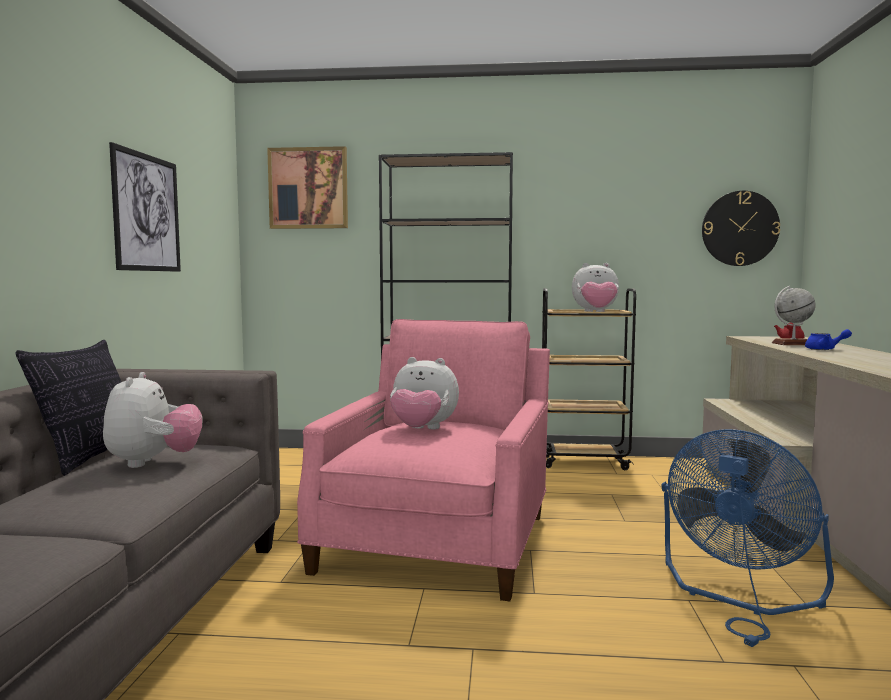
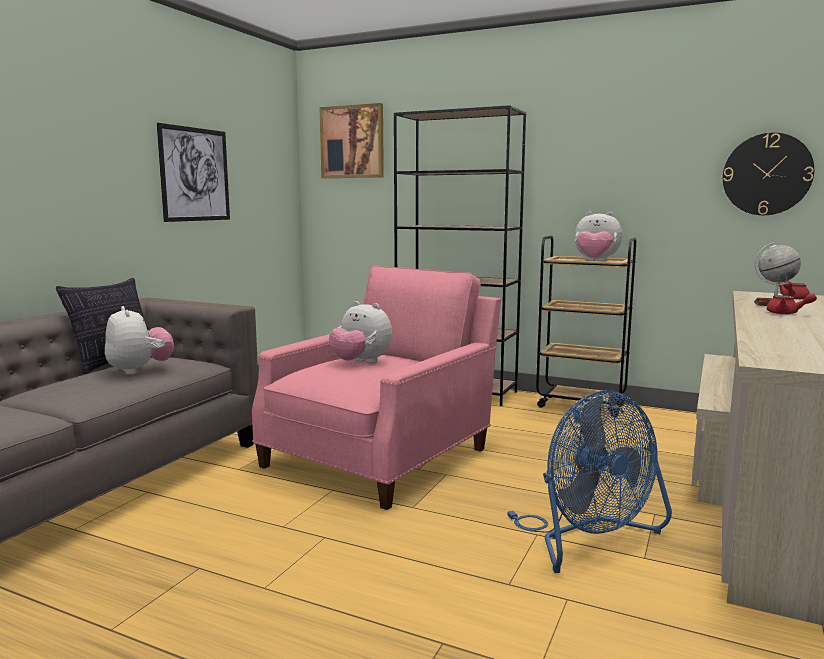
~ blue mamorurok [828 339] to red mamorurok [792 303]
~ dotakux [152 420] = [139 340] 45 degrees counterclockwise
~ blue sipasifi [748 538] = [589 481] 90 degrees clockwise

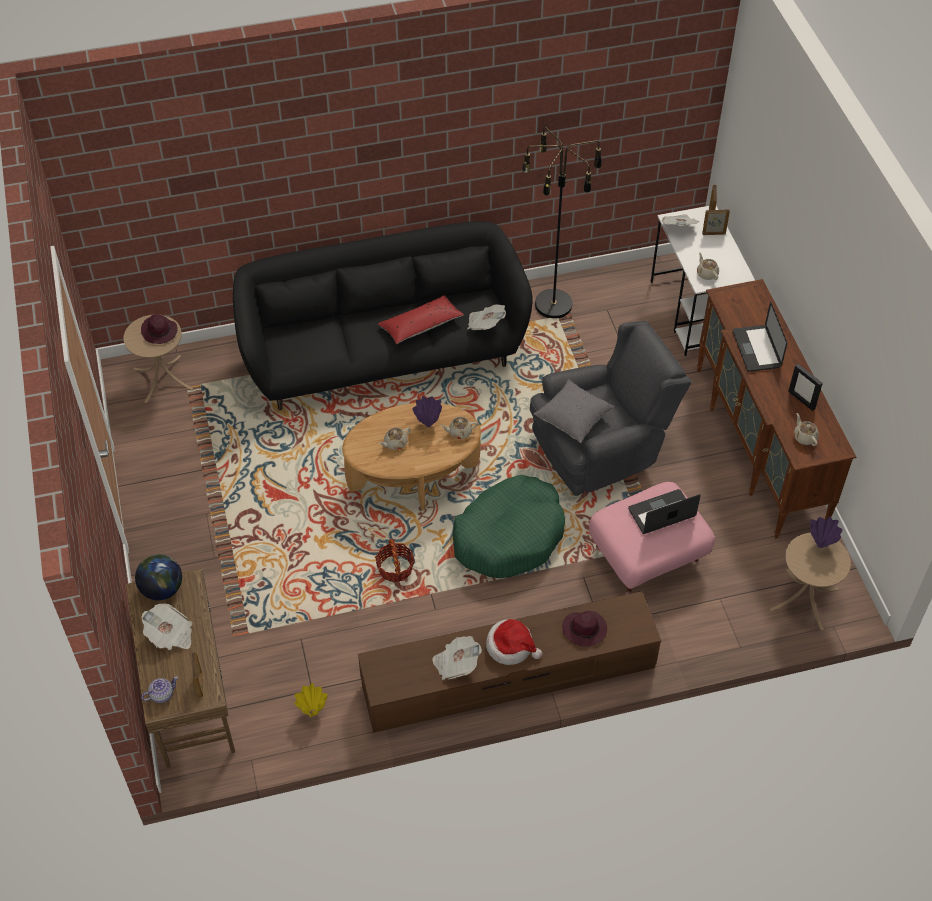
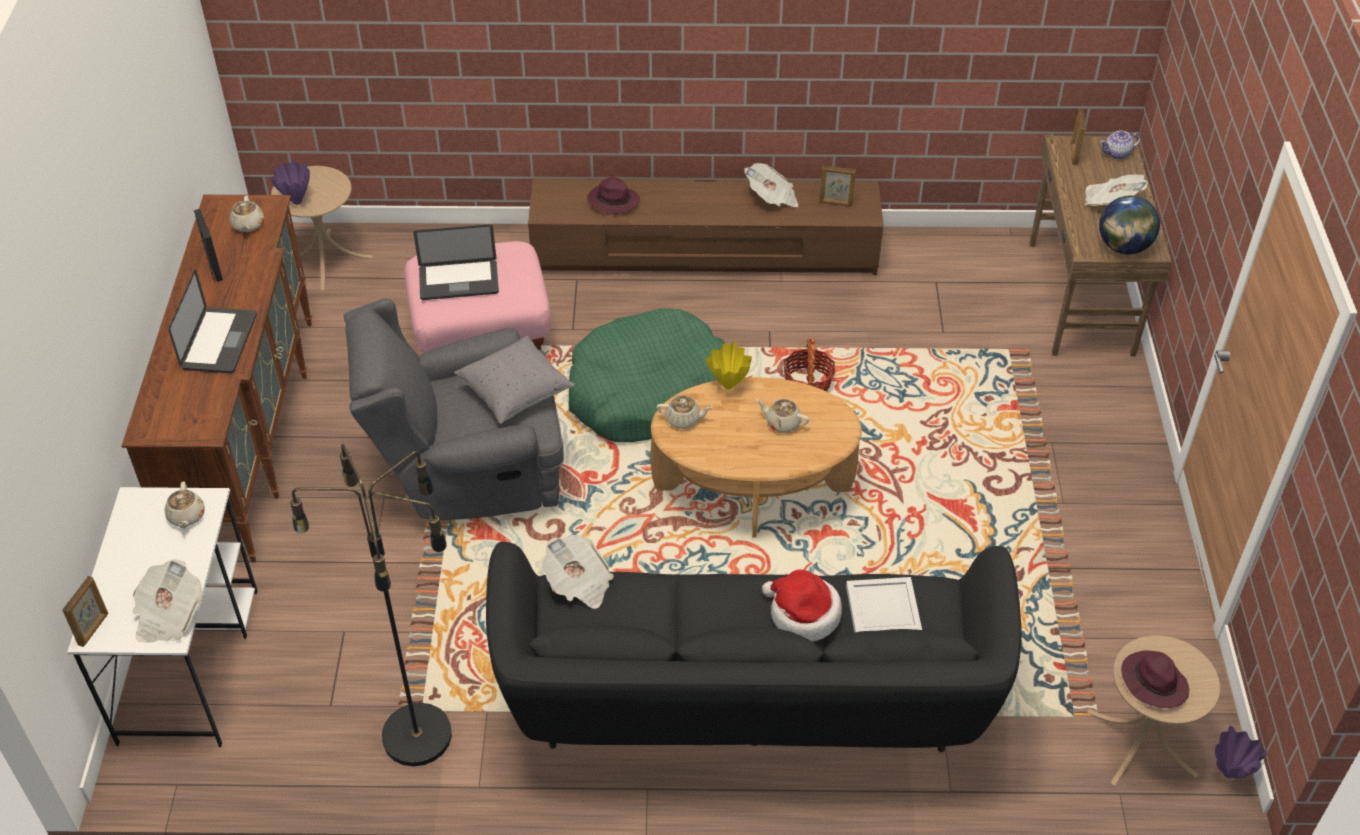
~ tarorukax [716 222] to [838 185]
- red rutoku [421 319]
~ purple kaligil [427 411] to [1241 752]
~ beige mamorurok [395 438] = [782 416] 135 degrees counterclockwise
~ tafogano [514 642] to [802 605]
~ yellow kaligil [311 700] to [729 365]
+ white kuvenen [884 605]

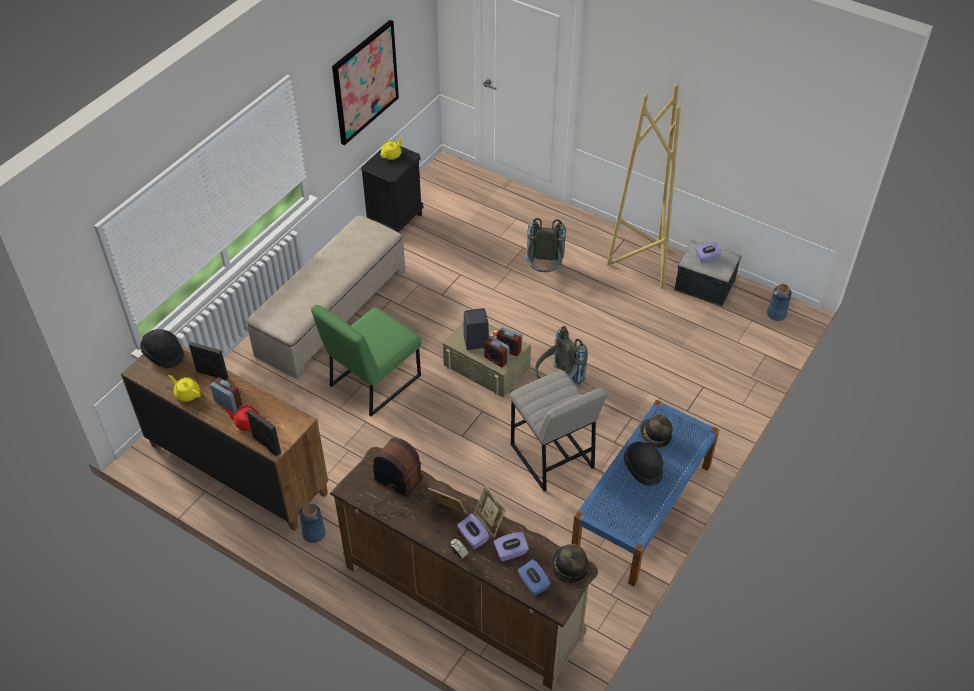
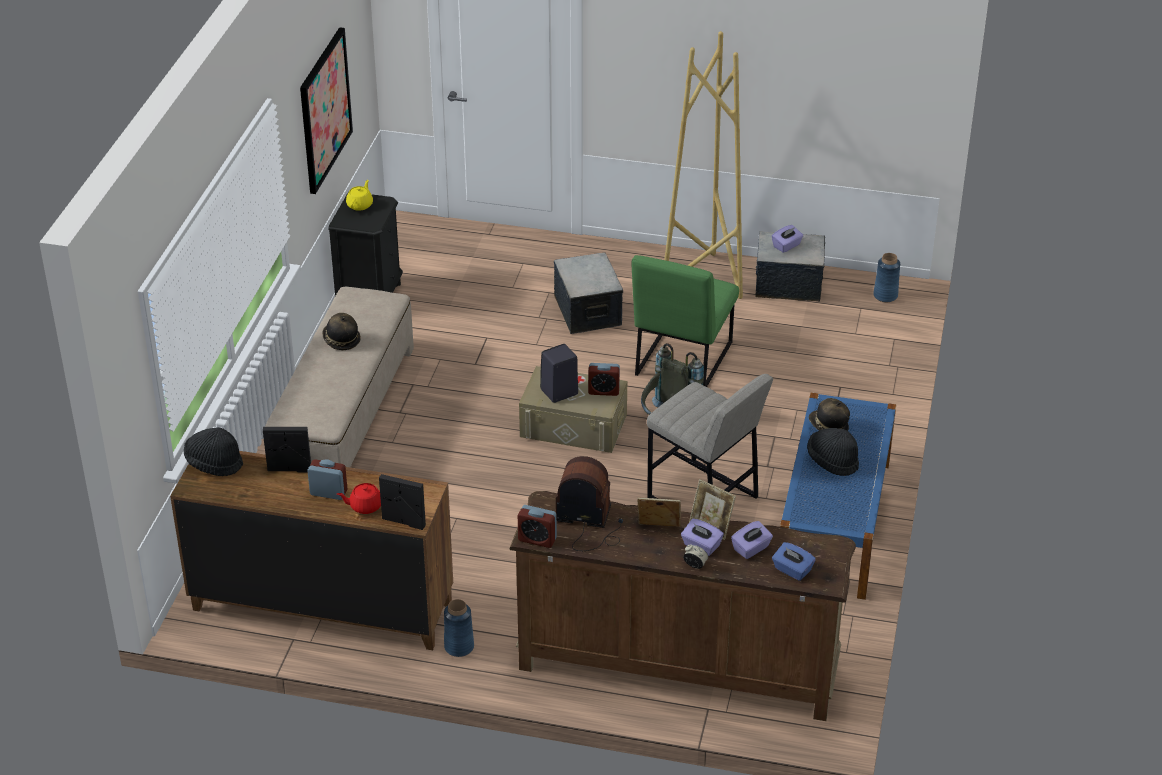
~ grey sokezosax [545 245] to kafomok [588 293]
~ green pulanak [366 360] to [685 321]
~ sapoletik [496 352] to [537 526]
- yellow mamorurok [185 388]
~ tafogano [570 563] to [341 331]

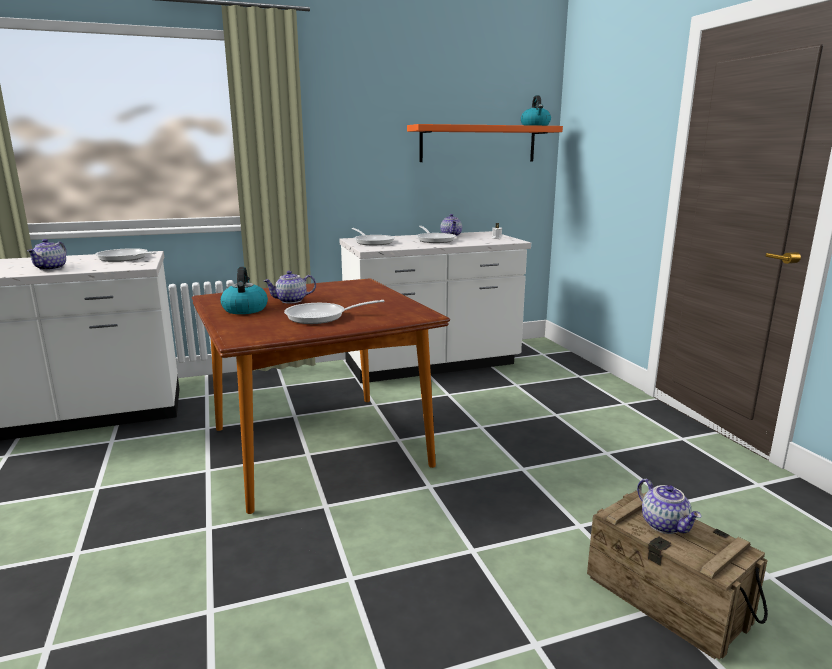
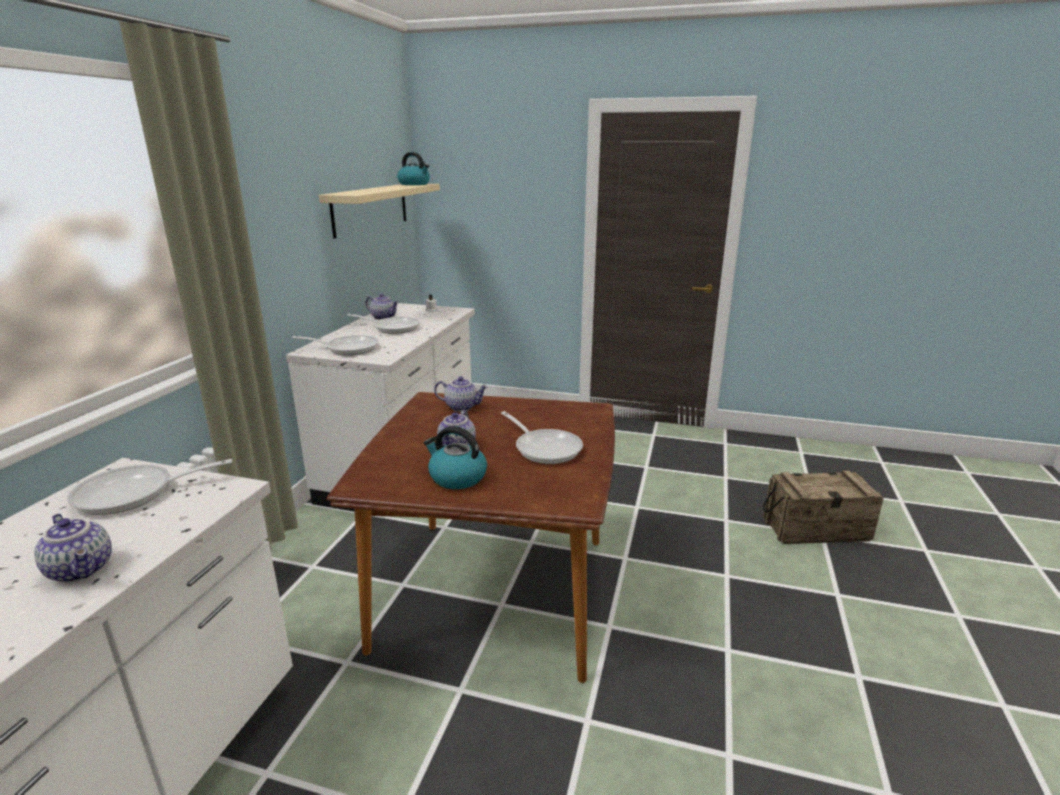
~ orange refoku [485 143] to beige refoku [379 211]
~ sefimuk [334 312] = [542 437] 60 degrees counterclockwise
~ mamorurok [669 506] to [461 394]

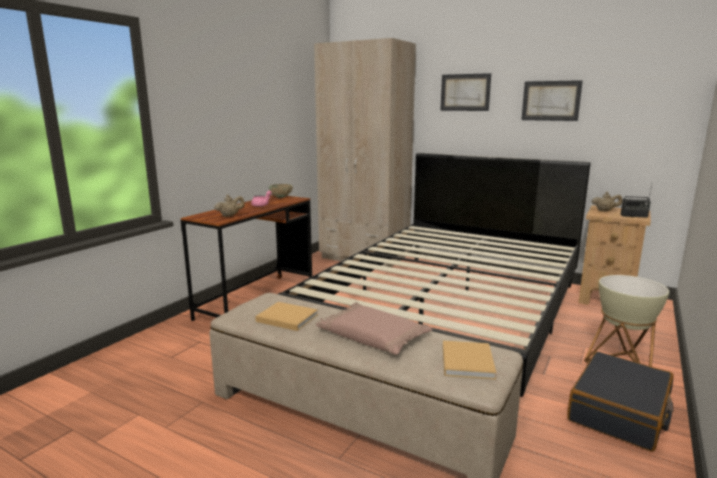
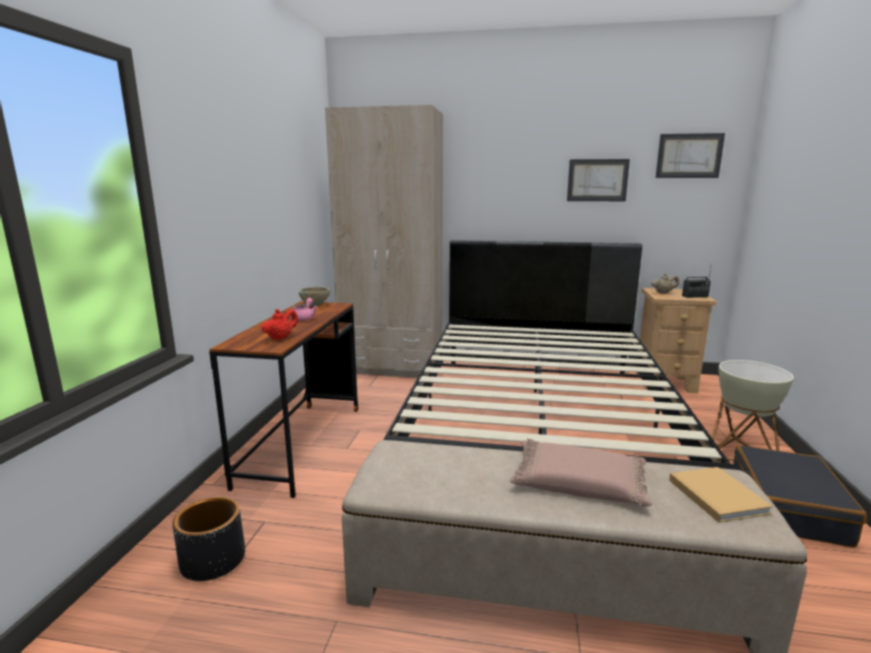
~ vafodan [465 92] to [690 155]
~ beige mamorurok [229 205] to red mamorurok [279 325]
- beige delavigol [286 316]
+ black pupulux [208 539]

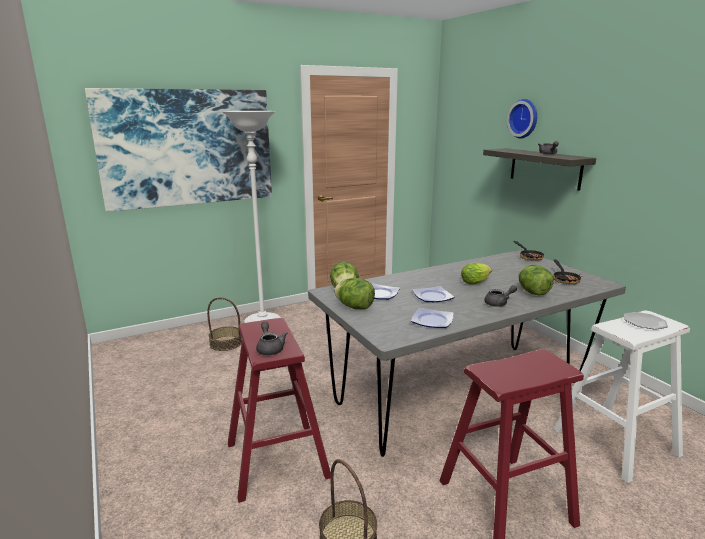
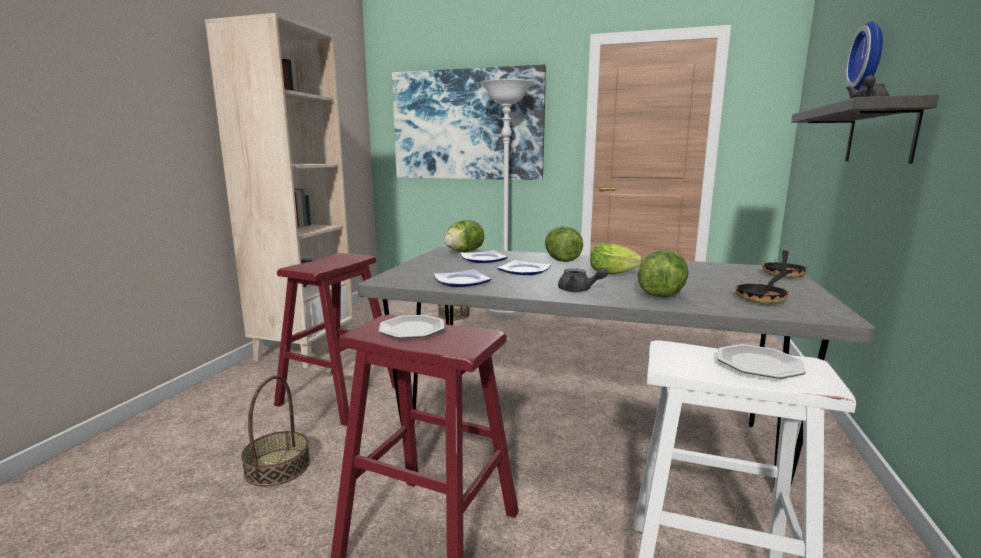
~ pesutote [354 294] to [564 244]
- grey mamorurok [271 338]
+ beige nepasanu [279 190]
+ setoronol [412 326]

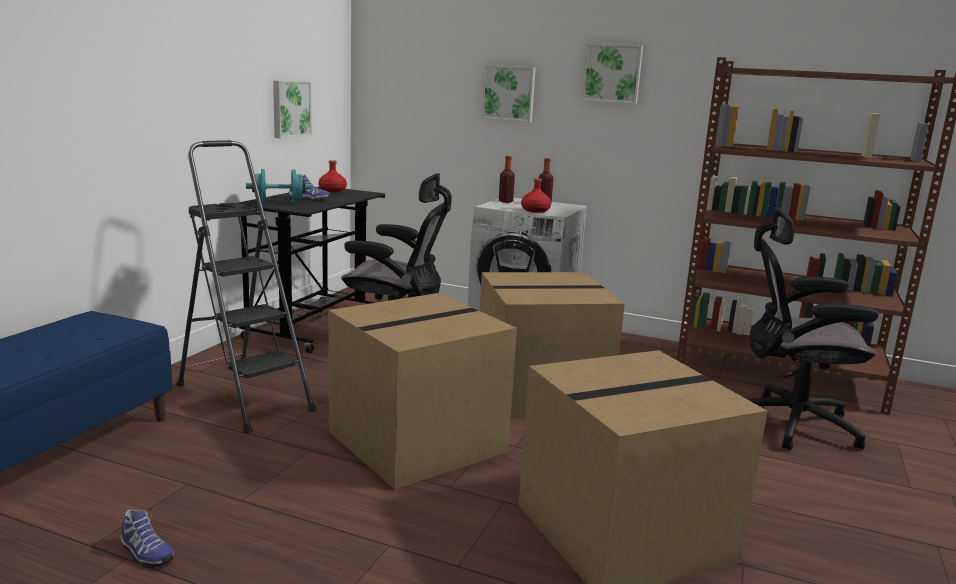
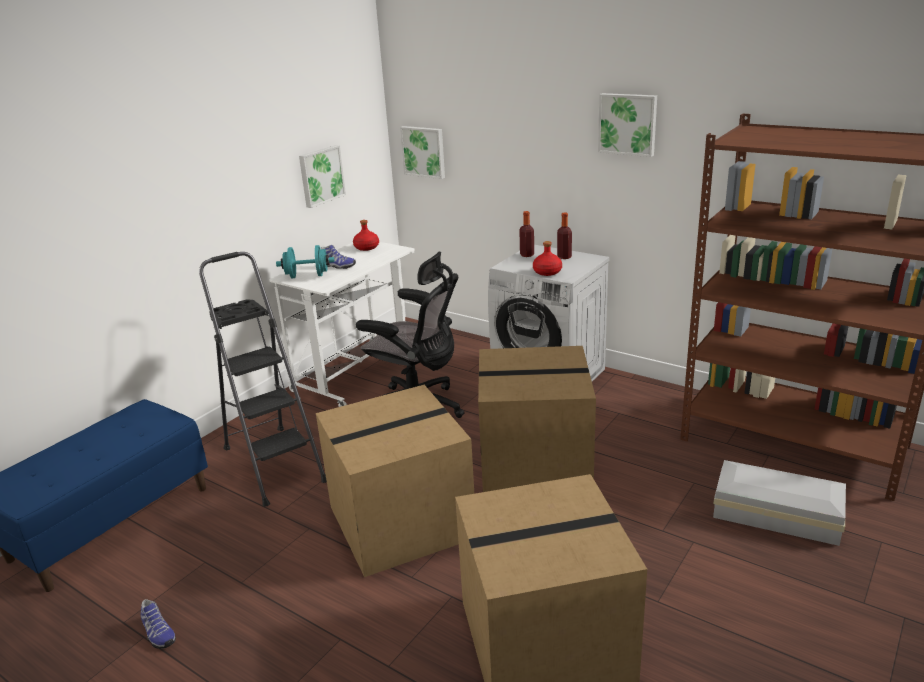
~ vafodan [508 93] to [422 152]
~ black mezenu [311 270] to white mezenu [342 324]
~ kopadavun [813 329] to white kafomok [779 503]

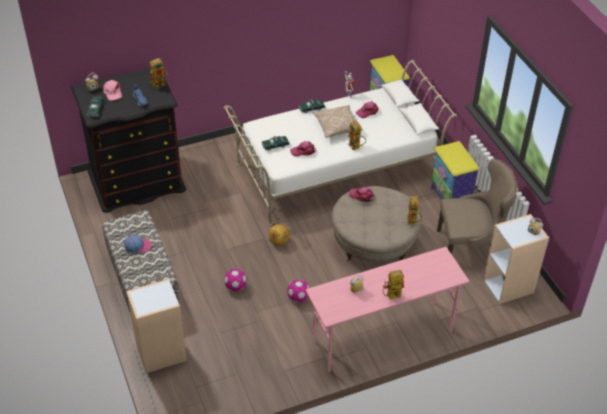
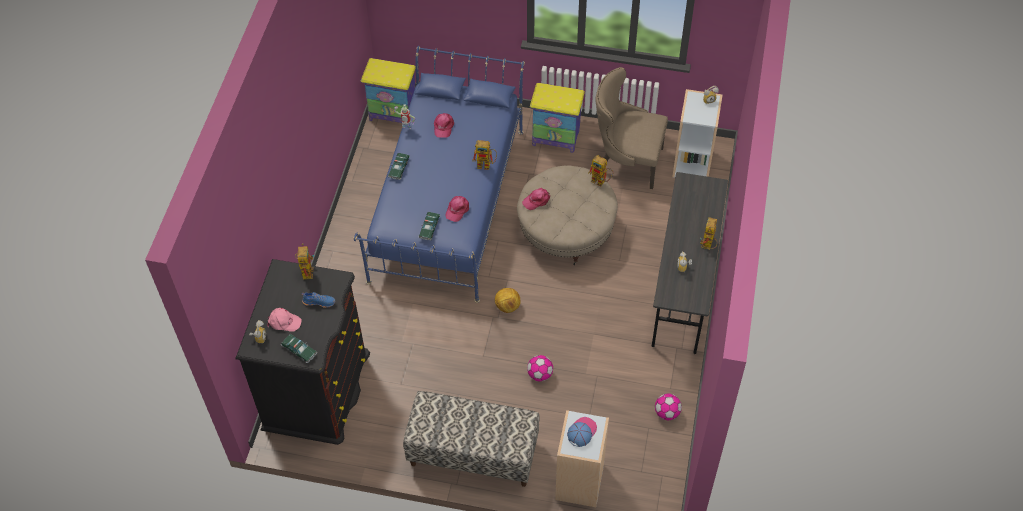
~ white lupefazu [340 142] to blue lupefazu [439 174]
- rutoku [338 121]
~ beige pulanak [477 206] = [631 128] 105 degrees counterclockwise
~ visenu [138 244] to [582 432]
~ pink mezenu [387 309] to grey mezenu [690 263]
~ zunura [298 291] to [668 407]

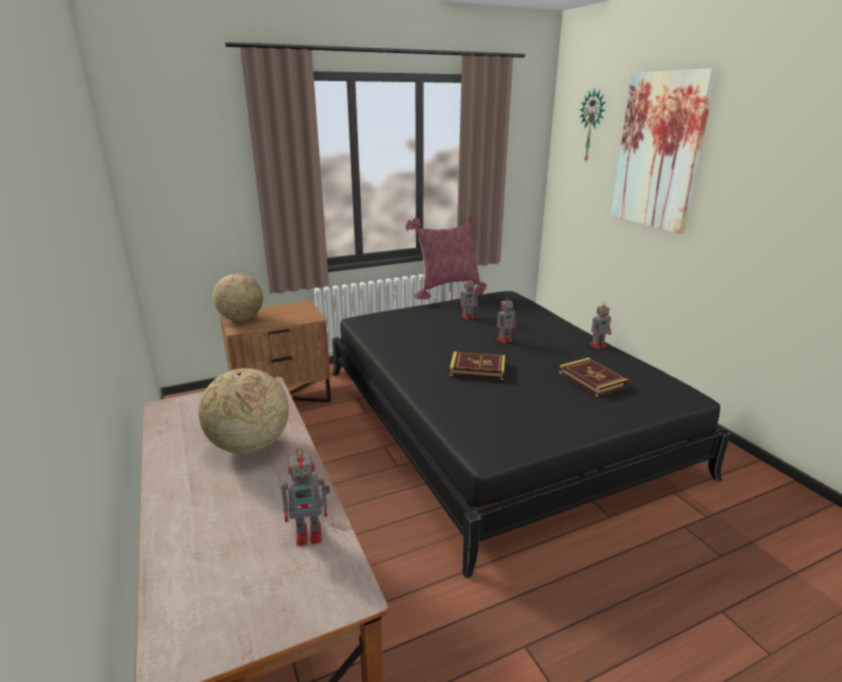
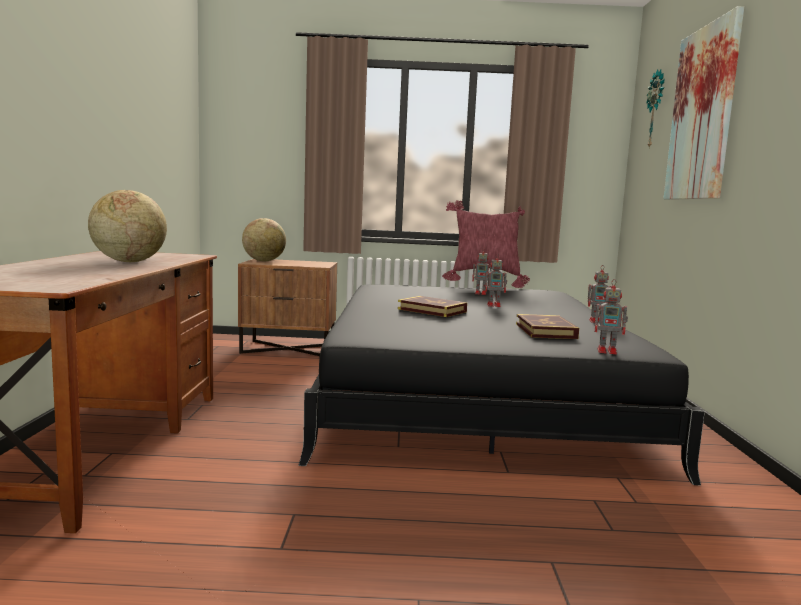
~ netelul [305 497] to [611 316]

